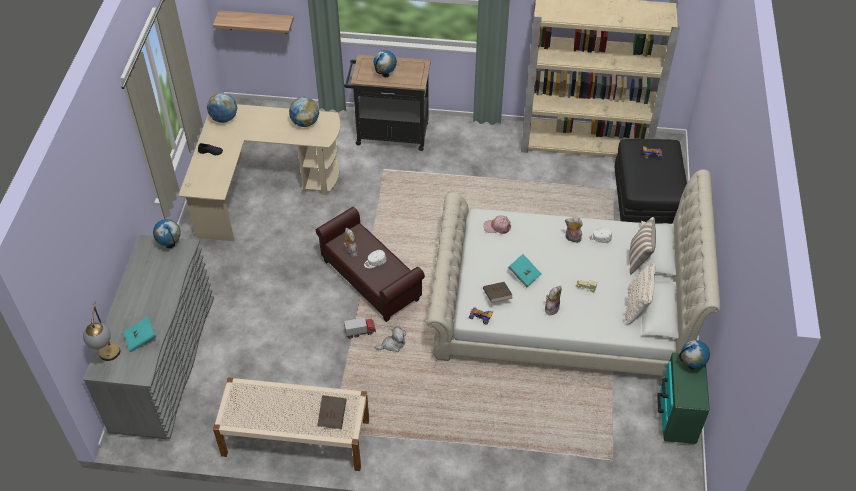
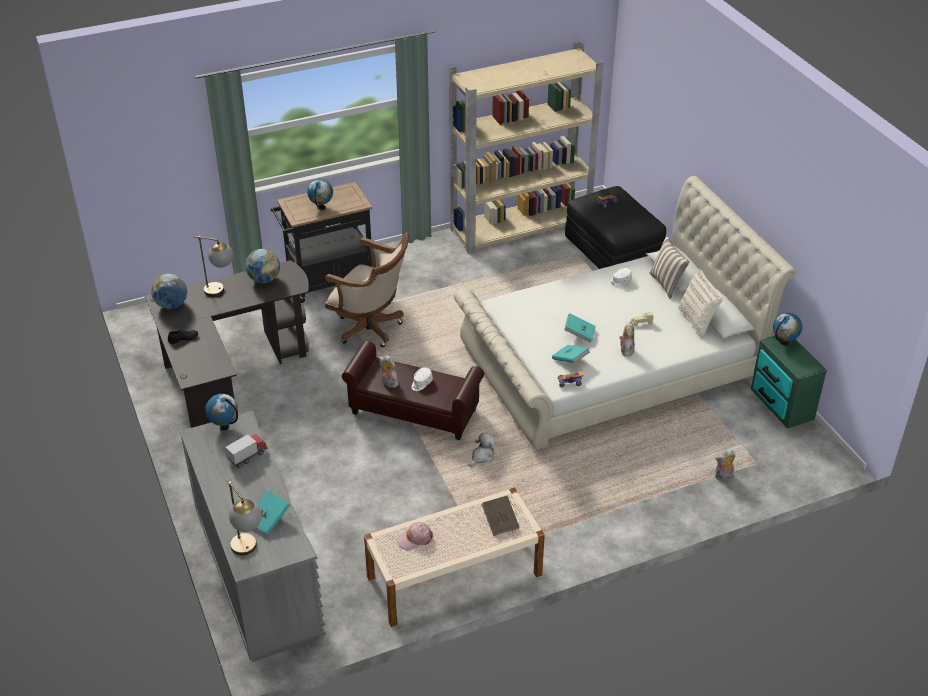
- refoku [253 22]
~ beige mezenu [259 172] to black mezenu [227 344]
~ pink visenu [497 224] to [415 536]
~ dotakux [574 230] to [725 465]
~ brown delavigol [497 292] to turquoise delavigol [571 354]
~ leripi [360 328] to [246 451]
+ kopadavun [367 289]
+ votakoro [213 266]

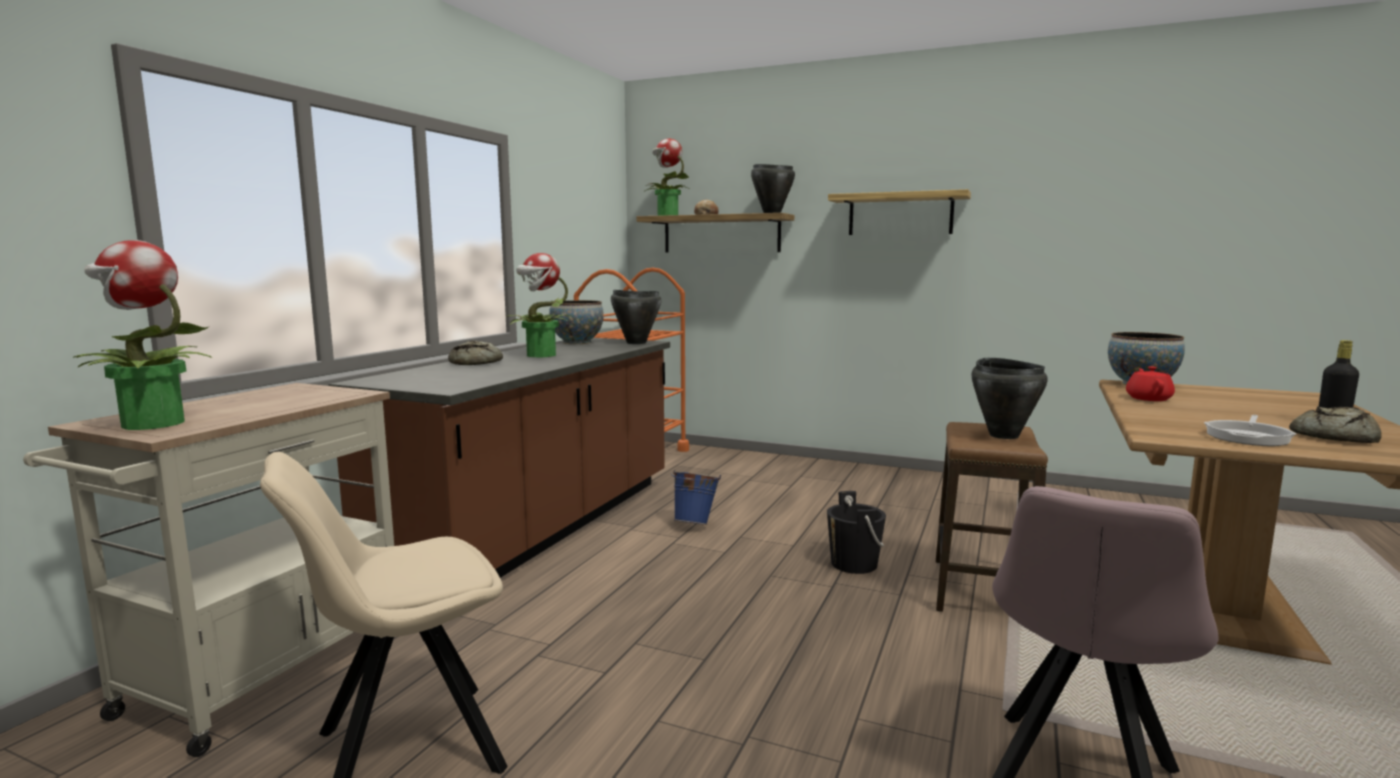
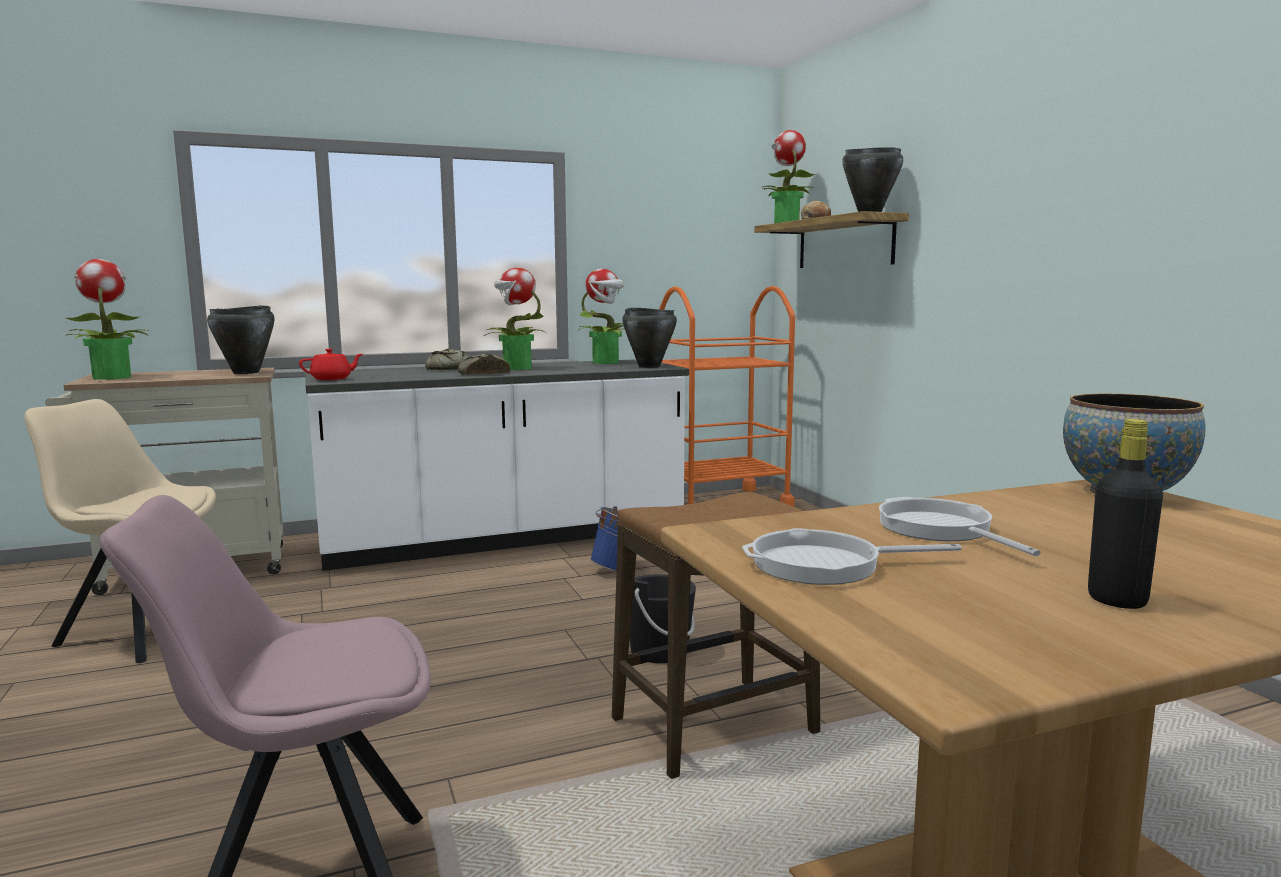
- refoku [899 212]
~ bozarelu [576 322] to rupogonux [600 316]
~ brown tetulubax [499 458] to white tetulubax [497 465]
~ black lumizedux [1010 398] to [240 339]
~ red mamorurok [1150 383] to [331 364]
~ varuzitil [1335 425] to [484 364]
+ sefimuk [960 526]

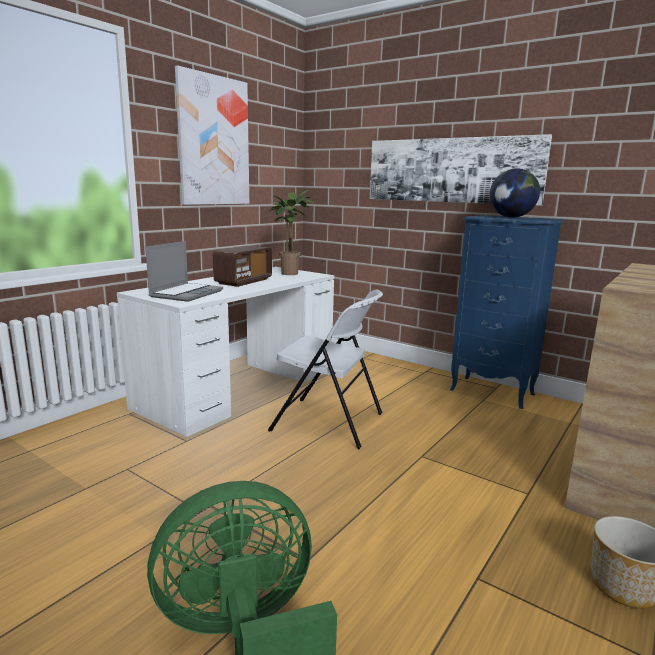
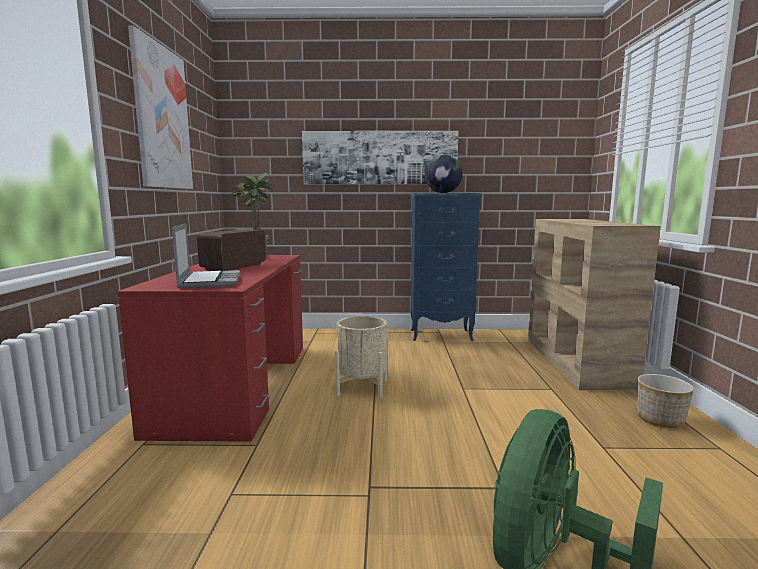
~ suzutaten [242 266] = [231 250] 150 degrees counterclockwise
~ white mezenu [225 352] to red mezenu [210 348]
~ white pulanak [325 369] to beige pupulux [361 357]

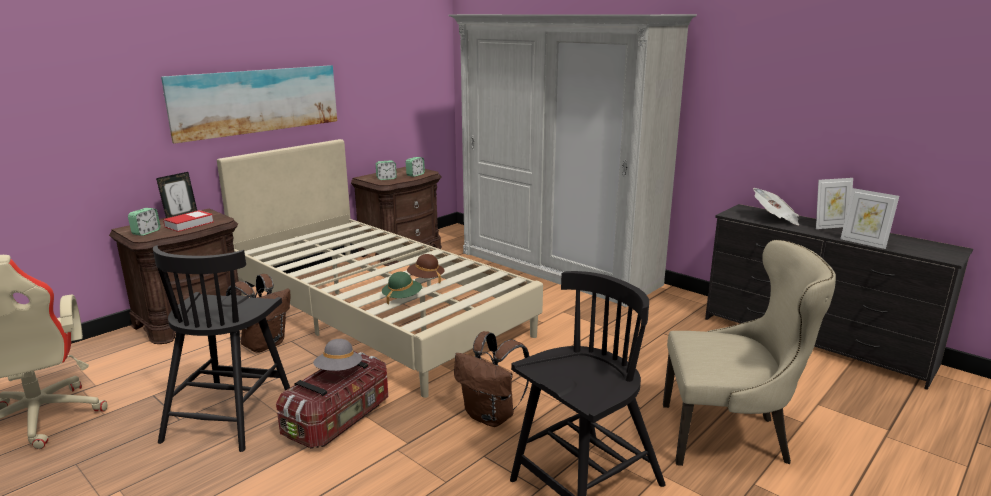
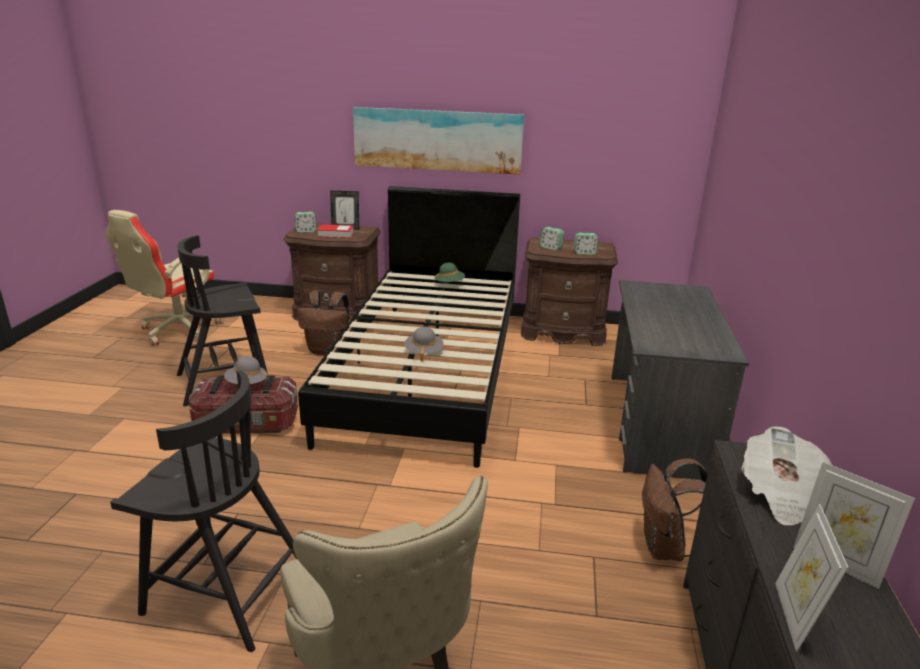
~ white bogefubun [572 160] to grey mezenu [680 380]
~ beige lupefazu [380 268] to black lupefazu [409 327]
~ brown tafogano [426 268] to grey tafogano [424 344]
~ green tafogano [402 288] to [449 273]
~ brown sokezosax [491 379] to [675 509]

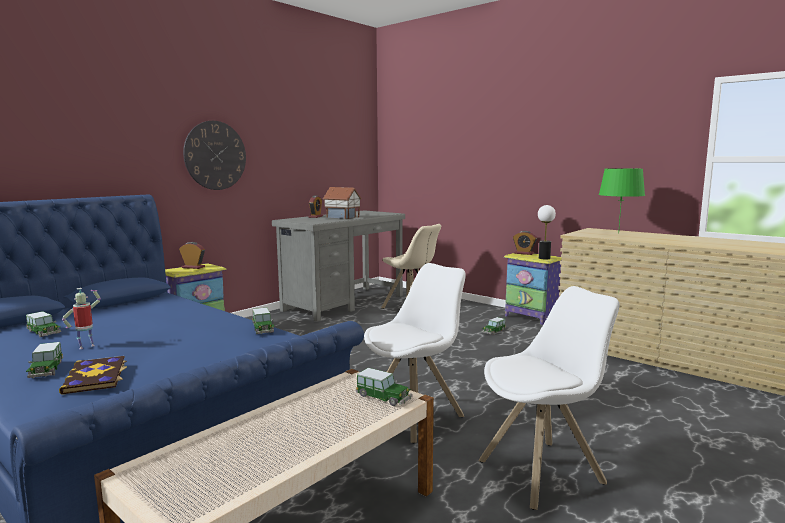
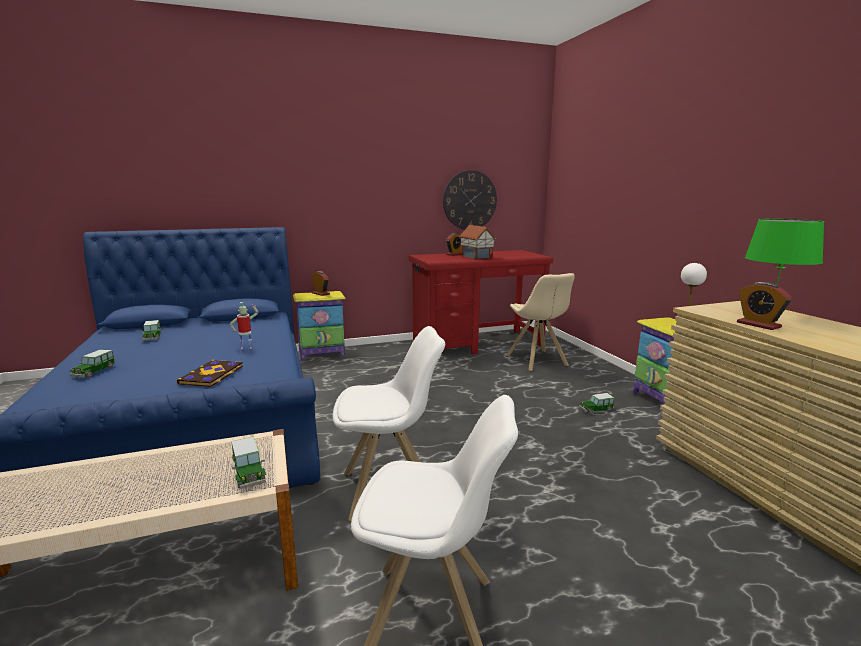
~ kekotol [214 155] to [470 200]
~ grey mezenu [338 266] to red mezenu [481 302]
~ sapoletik [525 243] to [764 306]
~ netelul [81 318] to [244 325]
- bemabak [263 321]
~ delavigol [93 375] to [210 373]

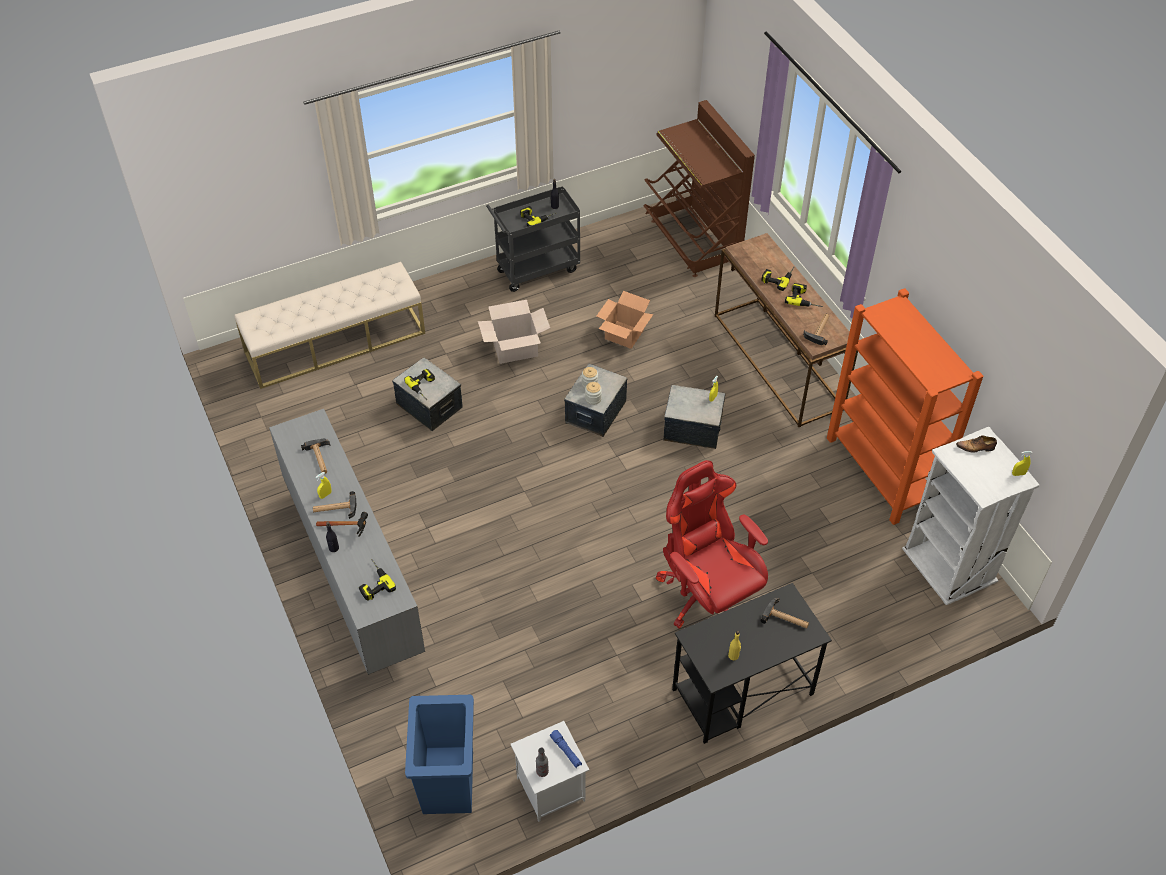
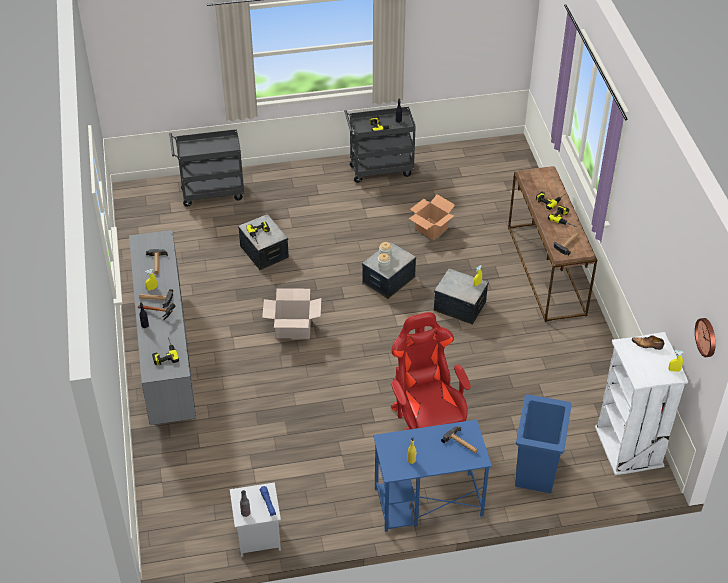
- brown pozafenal [699 188]
~ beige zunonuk [329 325] to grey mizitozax [206 168]
- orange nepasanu [905 406]
~ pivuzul [514 332] to [291 313]
~ black mezenu [752 663] to blue mezenu [432 476]
~ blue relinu [439 754] to [543 443]
+ kekotol [705 337]

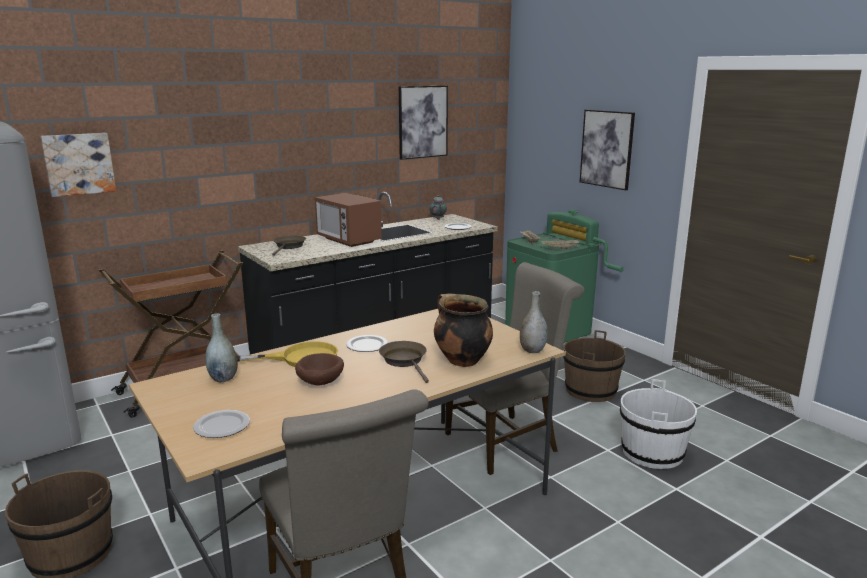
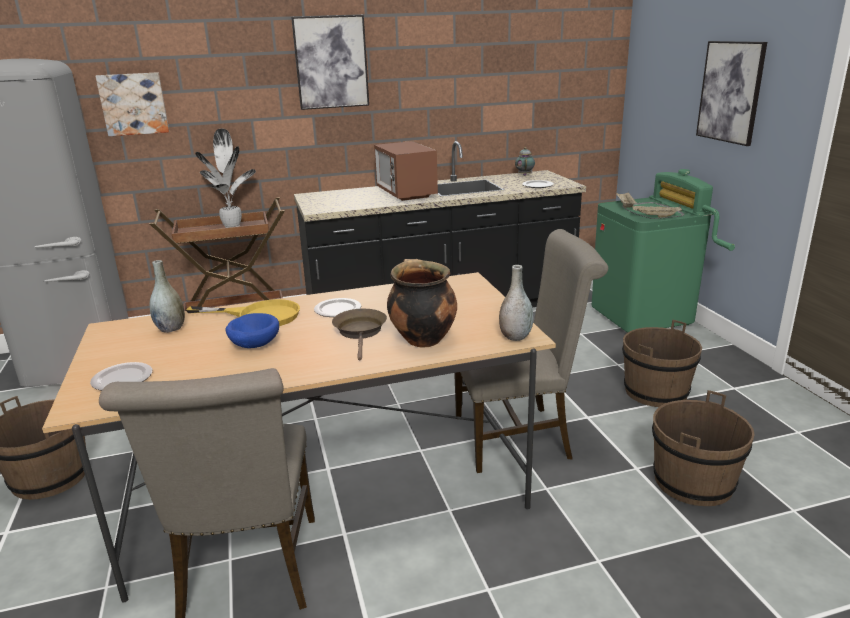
~ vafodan [423 123] to [330 62]
- brown sefimuk [289 245]
~ brown bozarelu [319 369] to blue bozarelu [252 330]
~ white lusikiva [658 424] to brown lusikiva [703 448]
+ rupogonux [225 178]

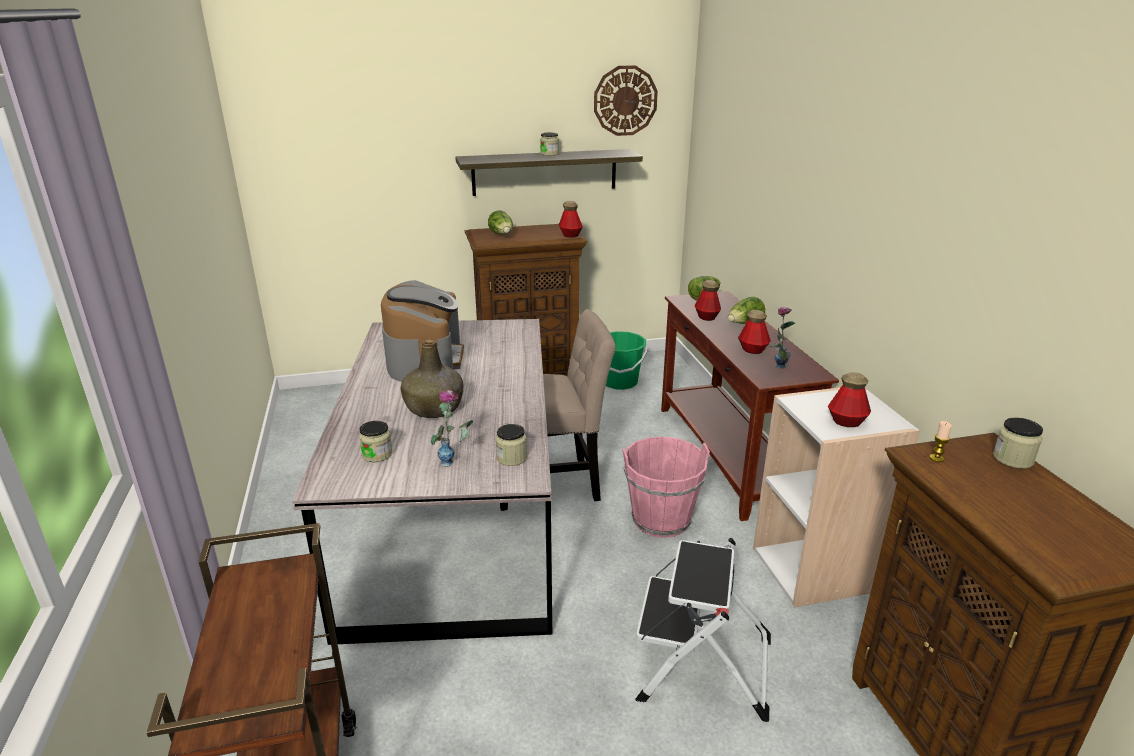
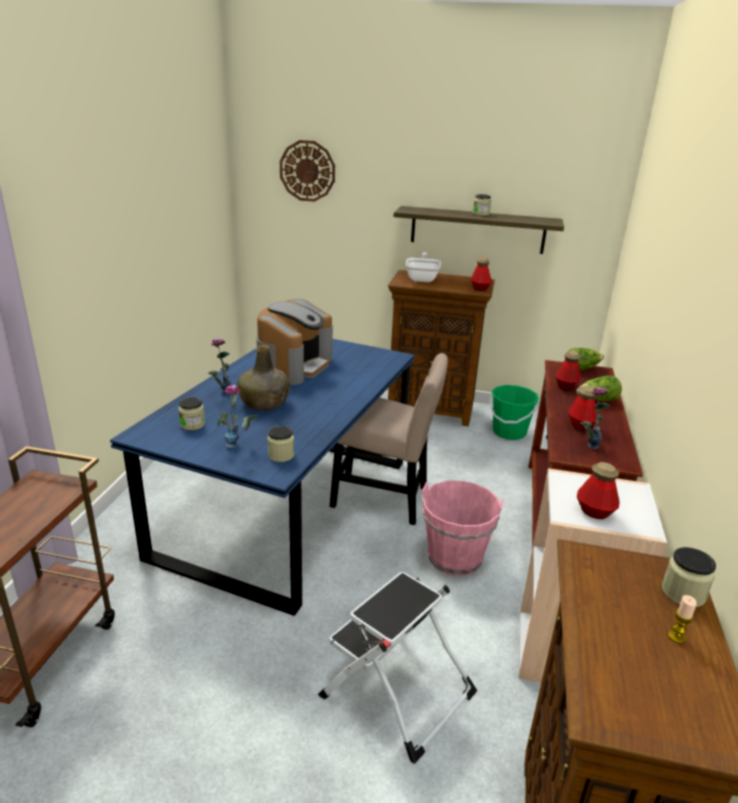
~ kekotol [626 100] to [307 171]
~ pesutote [500 222] to sefimuk [423 267]
~ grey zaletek [422 482] to blue zaletek [262 477]
~ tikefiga [940 441] to [682 619]
+ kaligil [220 366]

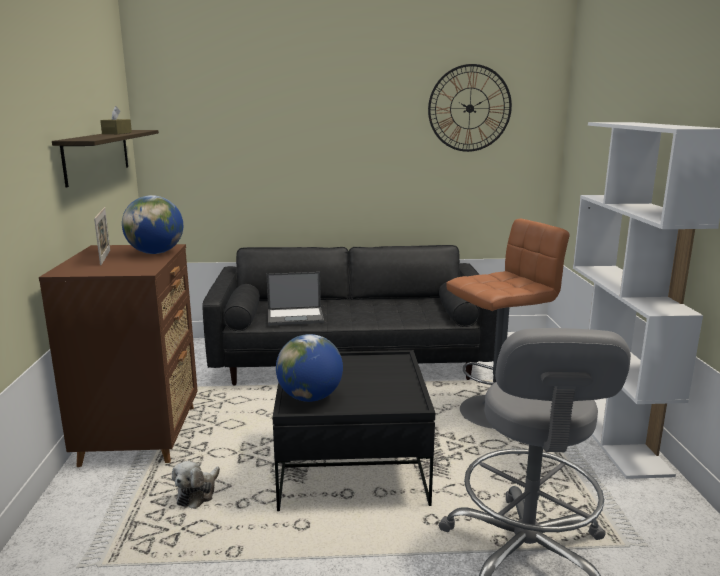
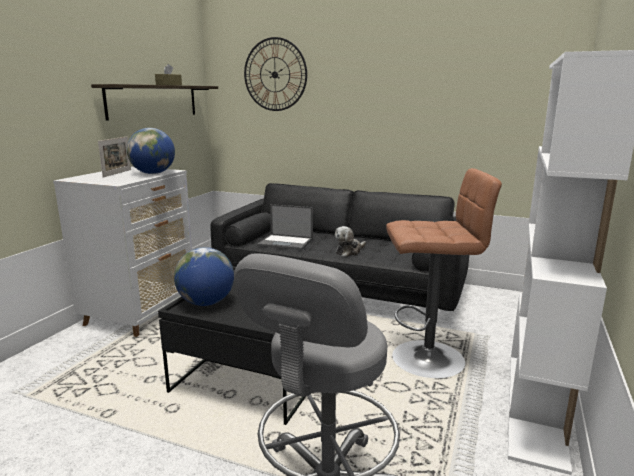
~ kekotol [470 108] to [275 74]
~ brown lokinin [118 355] to white lokinin [122 252]
~ dotakux [196 484] to [350 241]

